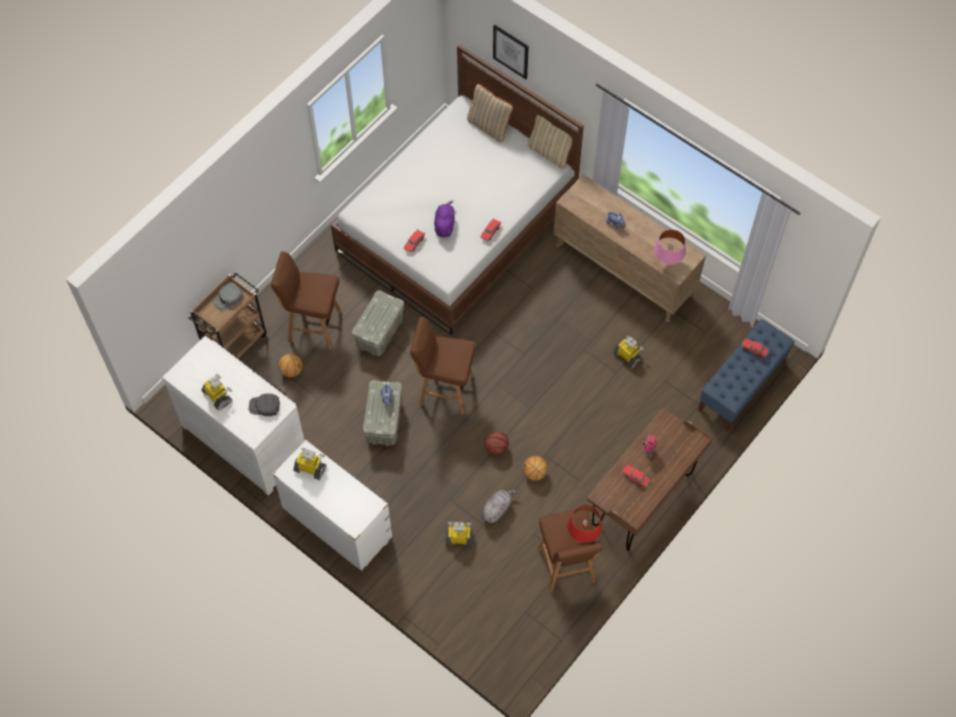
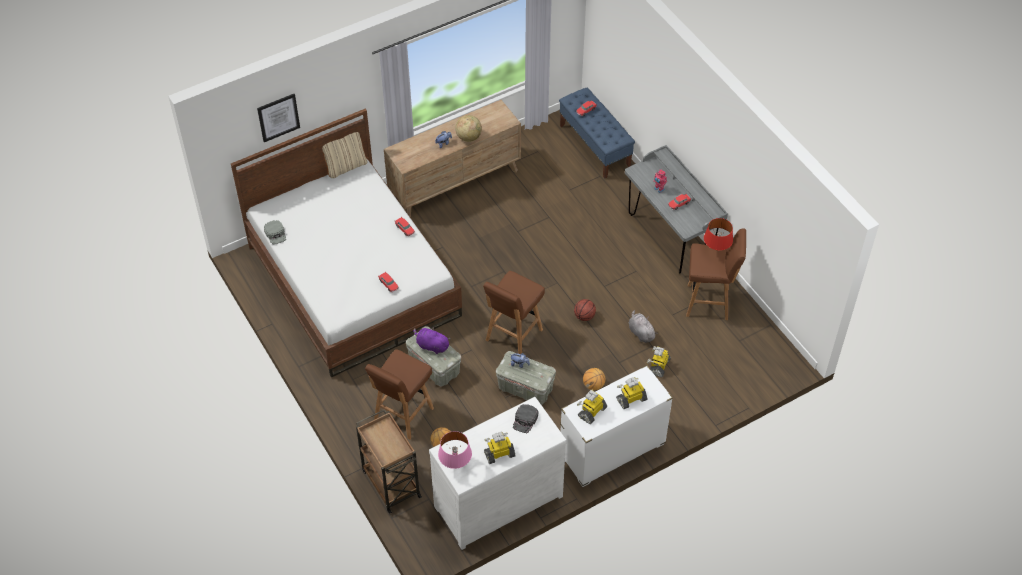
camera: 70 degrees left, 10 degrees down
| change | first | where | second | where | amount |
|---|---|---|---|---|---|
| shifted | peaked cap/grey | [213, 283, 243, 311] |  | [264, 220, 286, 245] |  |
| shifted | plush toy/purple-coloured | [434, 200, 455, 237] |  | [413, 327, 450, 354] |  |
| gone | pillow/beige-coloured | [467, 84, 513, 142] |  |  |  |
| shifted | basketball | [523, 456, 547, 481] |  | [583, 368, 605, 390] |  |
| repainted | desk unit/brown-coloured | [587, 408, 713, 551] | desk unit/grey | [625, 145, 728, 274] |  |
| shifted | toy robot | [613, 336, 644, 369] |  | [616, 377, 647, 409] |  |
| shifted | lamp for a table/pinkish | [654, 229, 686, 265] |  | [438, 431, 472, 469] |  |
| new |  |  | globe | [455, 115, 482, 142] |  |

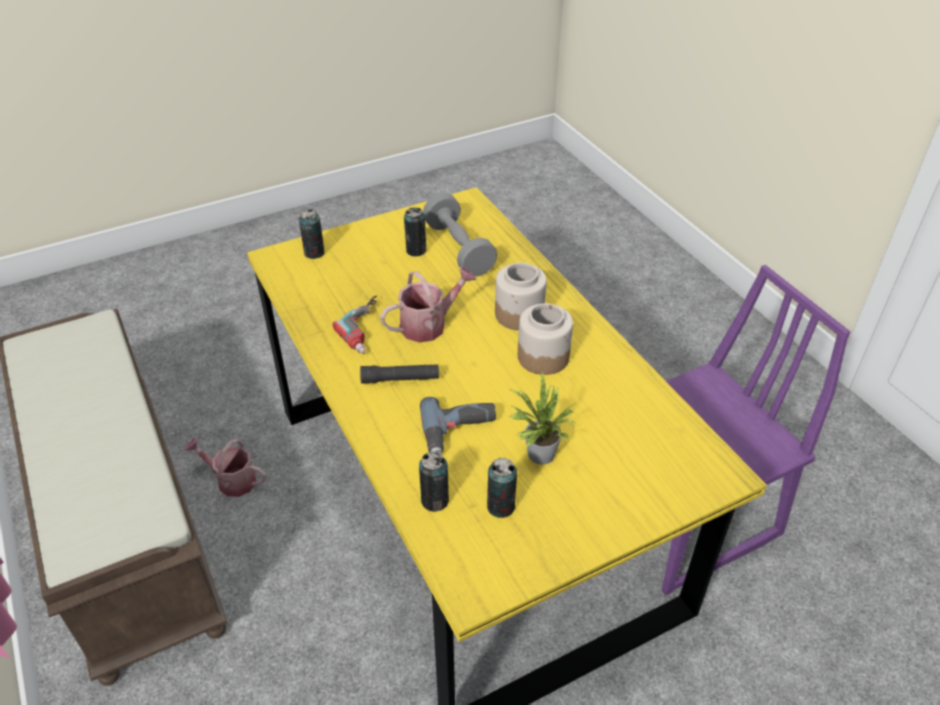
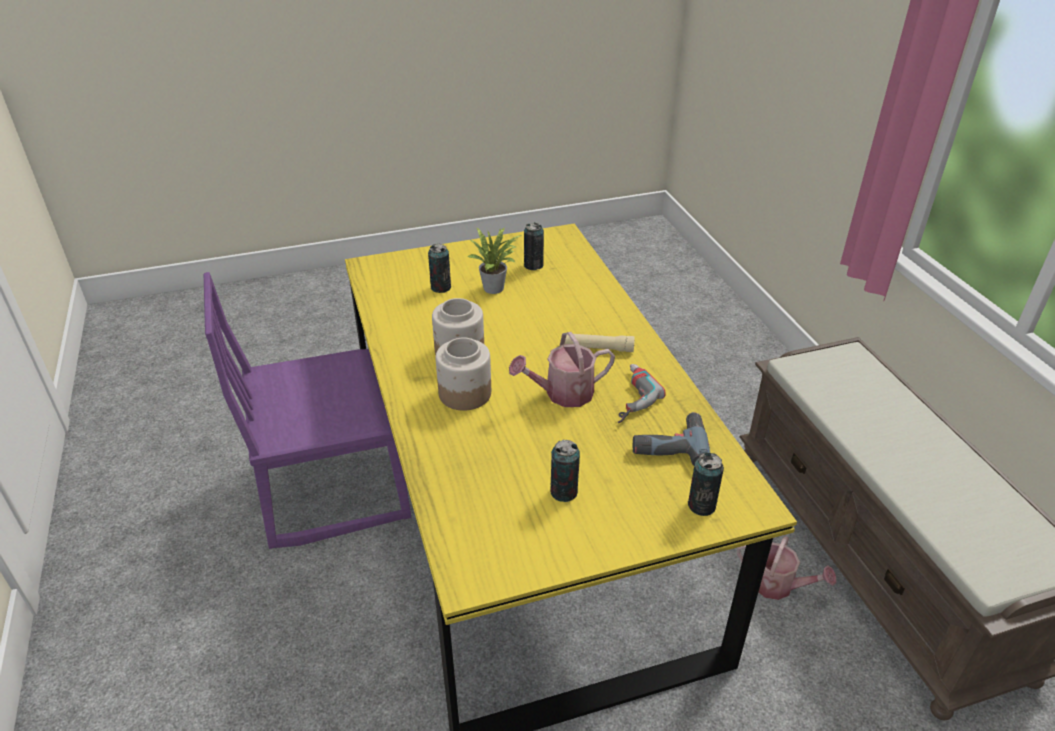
camera: 170 degrees left, 5 degrees down
| change | first | where | second | where | amount |
|---|---|---|---|---|---|
| repainted | torch/blackish | [360, 364, 439, 384] | torch/beige-coloured | [565, 334, 635, 352] |  |
| shifted | can | [419, 452, 449, 512] |  | [428, 244, 451, 293] |  |
| shifted | power drill | [420, 397, 496, 454] |  | [633, 412, 710, 466] |  |
| gone | hand weight/grey | [423, 193, 497, 276] |  |  |  |

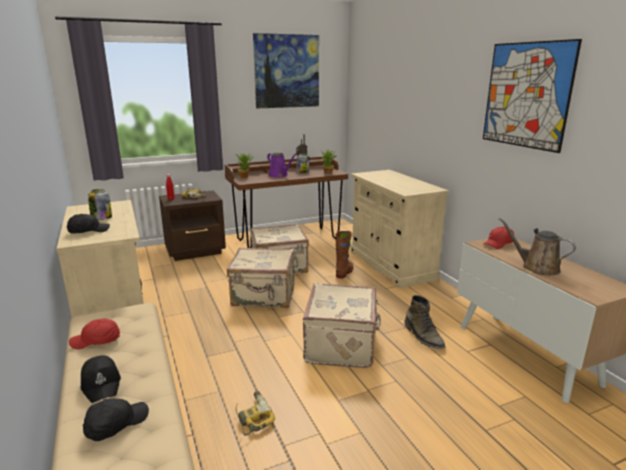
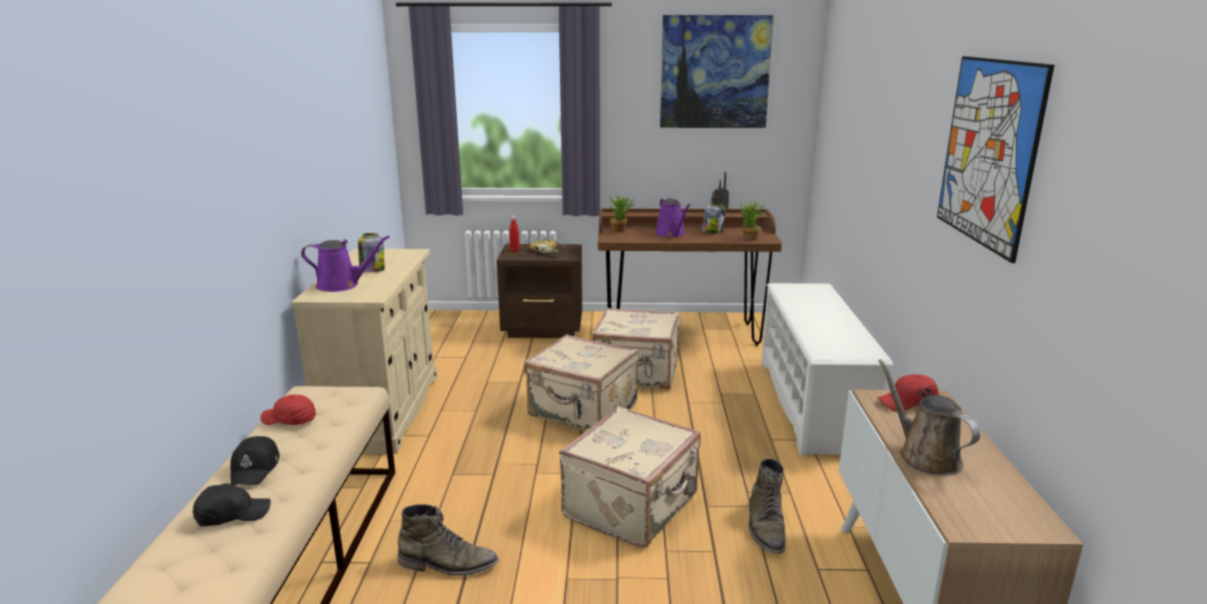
camera: 25 degrees right, 0 degrees up
| change | first | where | second | where | amount |
|---|---|---|---|---|---|
| swapped | peaked cap/blackish | [67, 214, 110, 234] | watering can/purple-coloured | [301, 235, 390, 292] |  |
| swapped | power drill | [236, 391, 275, 436] | tall boot/greenish | [397, 504, 499, 576] |  |
| gone | tall boot/brown-coloured | [336, 231, 354, 279] |  |  |  |
| swapped | cabinet/beige-coloured | [350, 170, 449, 288] | shoe rack/whitish | [761, 283, 893, 456] |  |

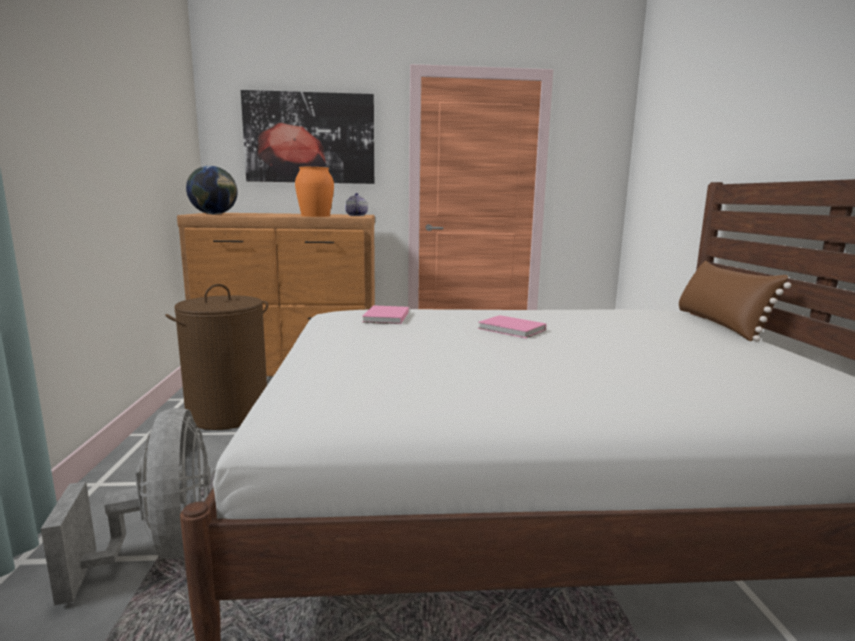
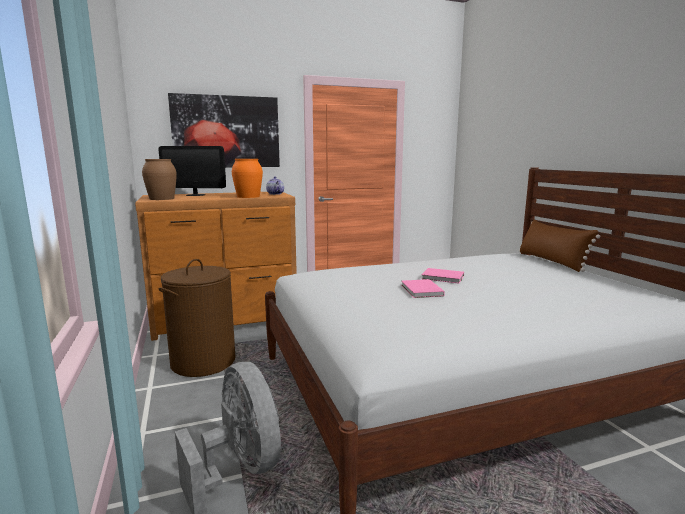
camera: 15 degrees left, 0 degrees up
| change | first | where | second | where | amount |
|---|---|---|---|---|---|
| swapped | globe | [186, 166, 238, 214] | vase/brown-coloured | [142, 159, 177, 200] |  |
| shifted | bound book/pinkish | [362, 305, 409, 324] |  | [401, 279, 445, 298] |  |
| new |  |  | computer display | [158, 146, 226, 196] |  |

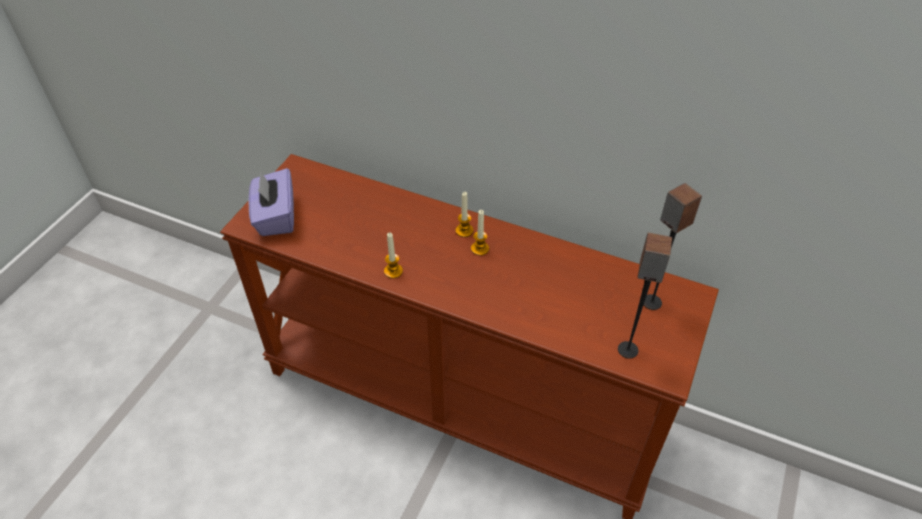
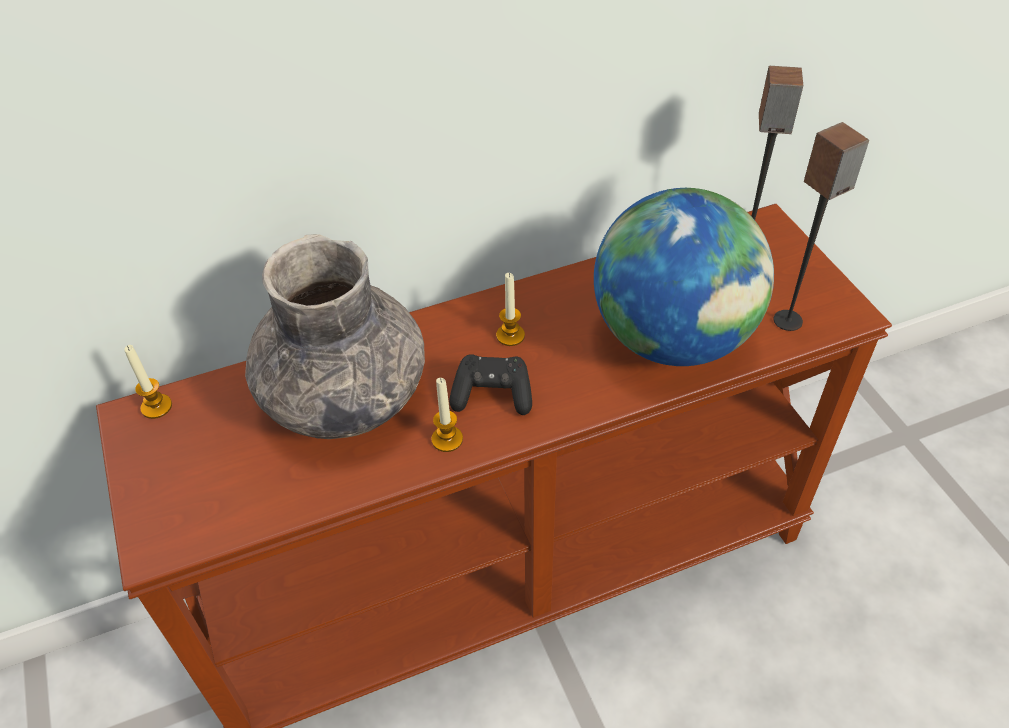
camera: 45 degrees left, 0 degrees up
| change | first | where | second | where | amount |
|---|---|---|---|---|---|
| gone | box of tissues/purple-coloured | [249, 168, 294, 236] |  |  |  |
| shifted | wax light | [456, 192, 474, 237] |  | [124, 345, 172, 419] |  |
| new |  |  | vase/grey | [245, 234, 425, 439] |  |
| new |  |  | gamepad/blackish | [449, 354, 532, 415] |  |
| new |  |  | globe | [594, 188, 774, 366] |  |

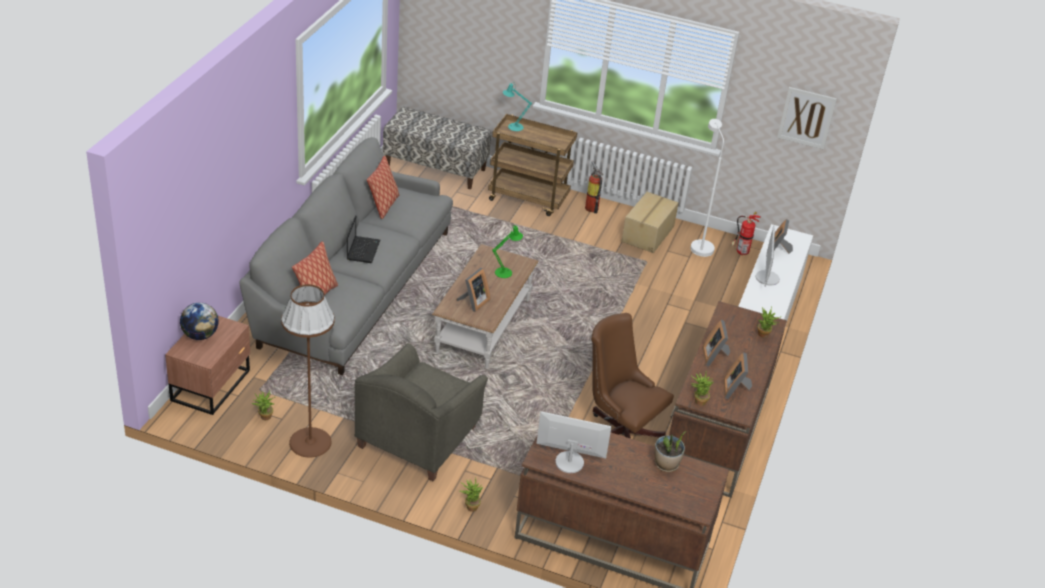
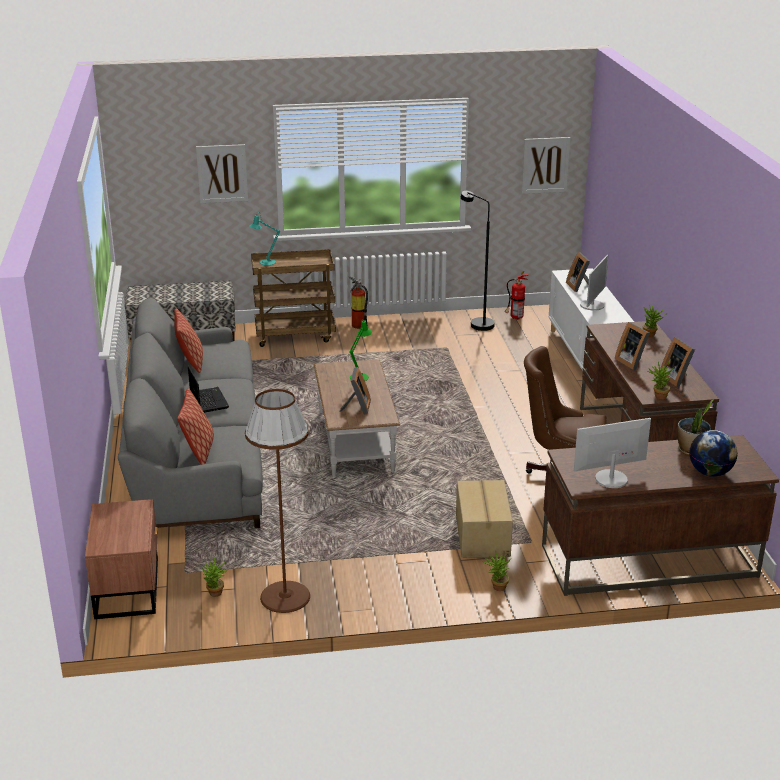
camera: 25 degrees left, 10 degrees down
| change | first | where | second | where | amount |
|---|---|---|---|---|---|
| shifted | globe | [180, 303, 219, 340] |  | [689, 430, 738, 477] |  |
| gone | lounge chair/grey | [355, 343, 488, 481] |  |  |  |
| shifted | carton | [622, 192, 678, 253] |  | [456, 480, 513, 558] |  |
| repainted | standing lamp/whitish | [690, 119, 724, 257] | standing lamp/blackish | [461, 191, 495, 331] |  |
| rotated | computer display | [756, 225, 780, 287] |  | [580, 255, 608, 311] | 135 degrees counterclockwise |
| new |  |  | wall art | [196, 144, 248, 203] |  |

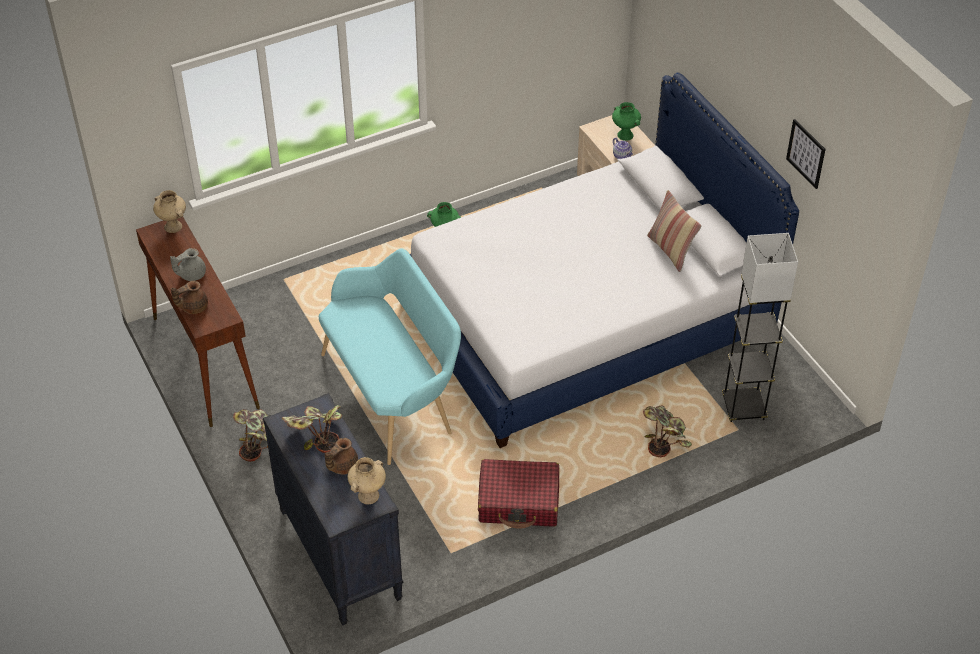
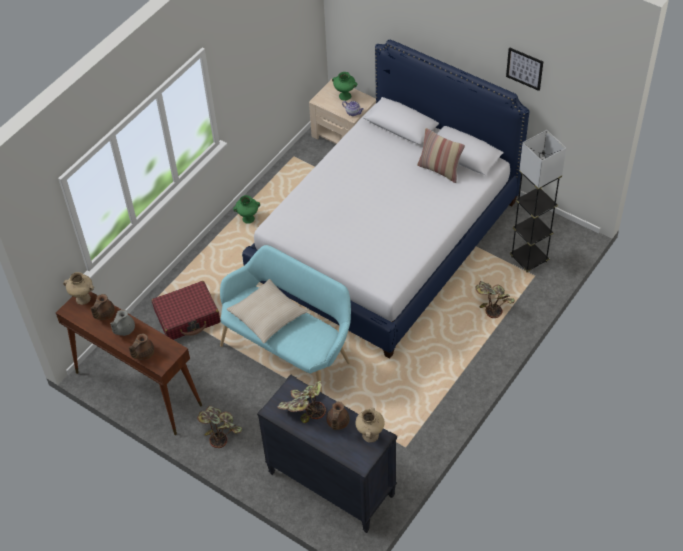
camera: 25 degrees left, 5 degrees up
| change | first | where | second | where | amount |
|---|---|---|---|---|---|
| shifted | suitcase/reddish | [478, 459, 559, 529] |  | [152, 281, 221, 340] |  |
| new |  |  | teapot/brown-coloured | [91, 294, 115, 320] |  |
| new |  |  | pillow/beige-coloured | [227, 279, 307, 343] |  |

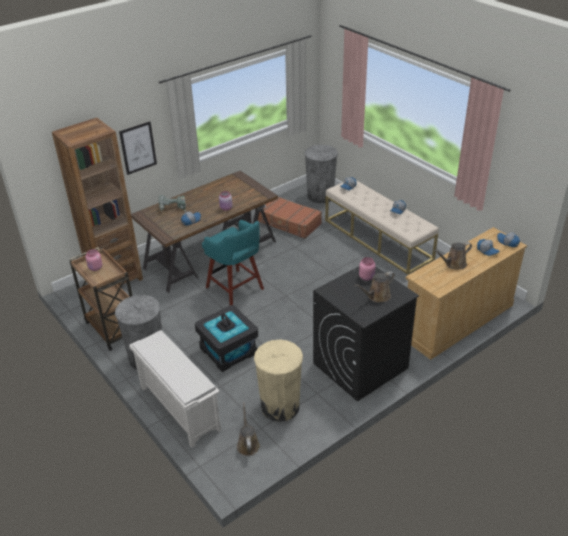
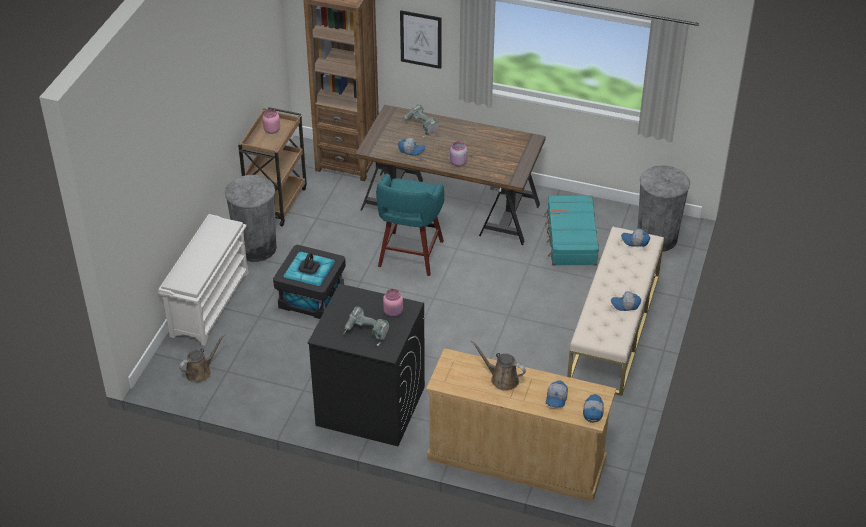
camera: 55 degrees right, 5 degrees up
| change | first | where | second | where | amount |
|---|---|---|---|---|---|
| gone | trash can/beige-coloured | [254, 339, 303, 422] |  |  |  |
| repainted | suitcase/brown-coloured | [258, 197, 322, 239] | suitcase/turquoise-coloured | [544, 195, 599, 265] |  |
| swapped | watering can/brown-coloured | [355, 271, 395, 302] | power drill | [344, 307, 389, 346] |  |

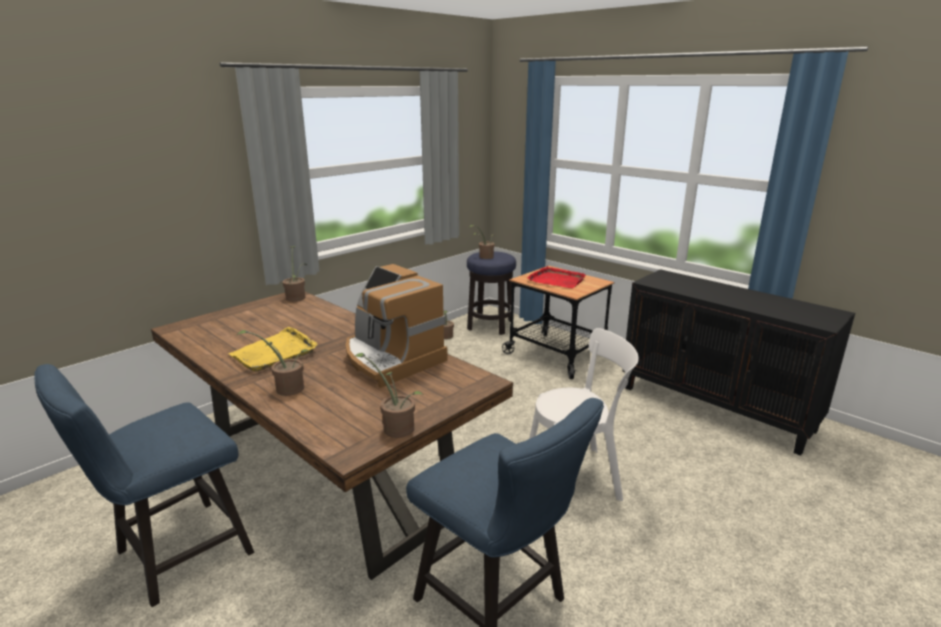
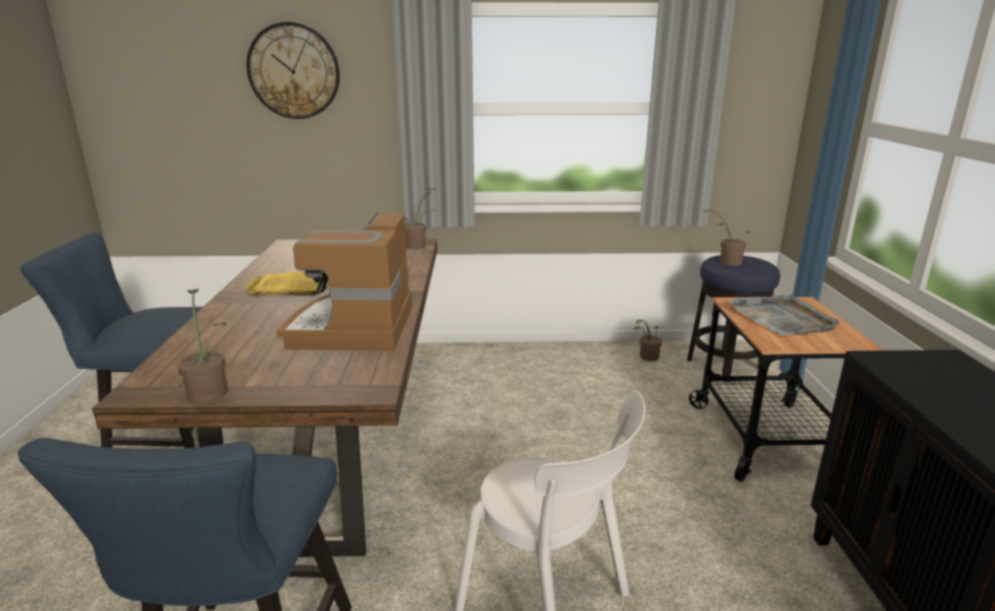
camera: 45 degrees right, 0 degrees up
| change | first | where | second | where | amount |
|---|---|---|---|---|---|
| gone | potted plant | [237, 330, 310, 396] |  |  |  |
| repainted | tray/reddish | [527, 266, 586, 288] | tray/grey | [728, 294, 839, 336] |  |
| new |  |  | clock on the wall | [246, 22, 340, 119] |  |

